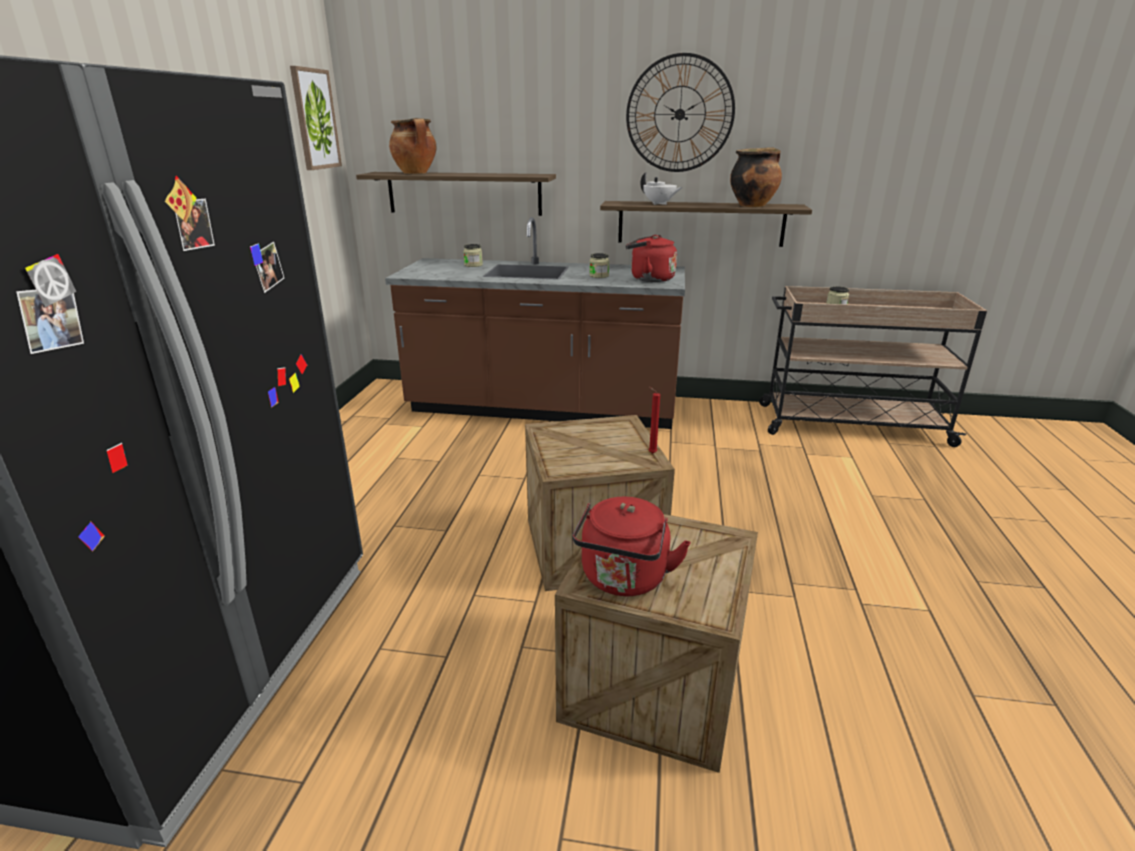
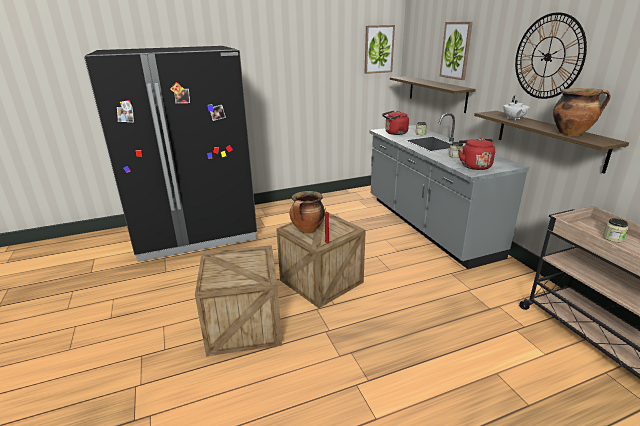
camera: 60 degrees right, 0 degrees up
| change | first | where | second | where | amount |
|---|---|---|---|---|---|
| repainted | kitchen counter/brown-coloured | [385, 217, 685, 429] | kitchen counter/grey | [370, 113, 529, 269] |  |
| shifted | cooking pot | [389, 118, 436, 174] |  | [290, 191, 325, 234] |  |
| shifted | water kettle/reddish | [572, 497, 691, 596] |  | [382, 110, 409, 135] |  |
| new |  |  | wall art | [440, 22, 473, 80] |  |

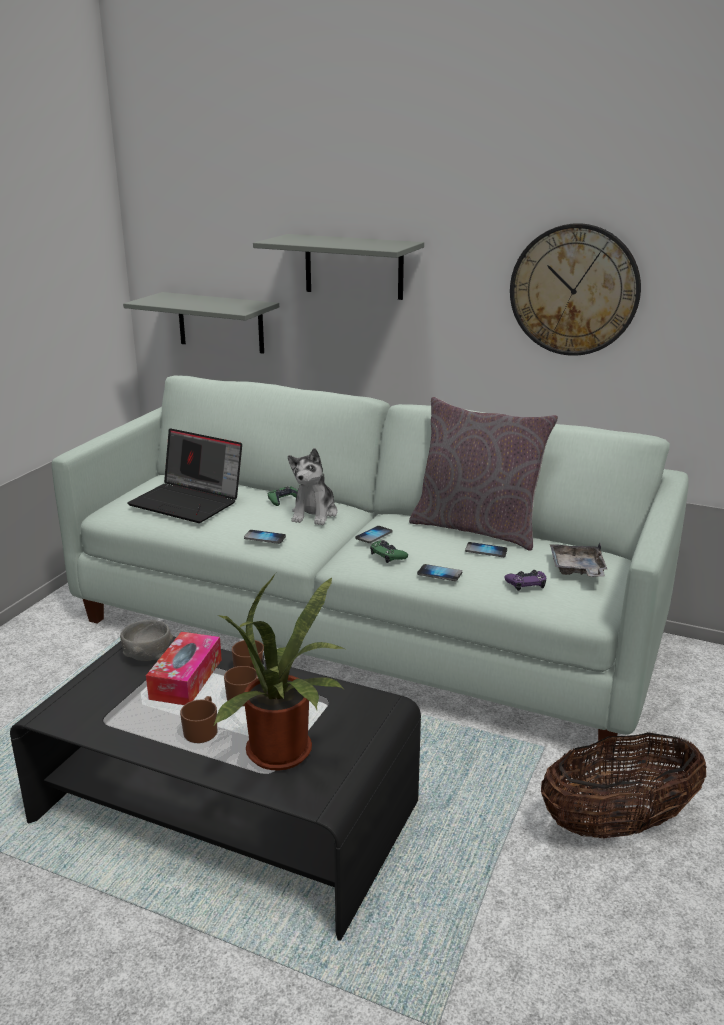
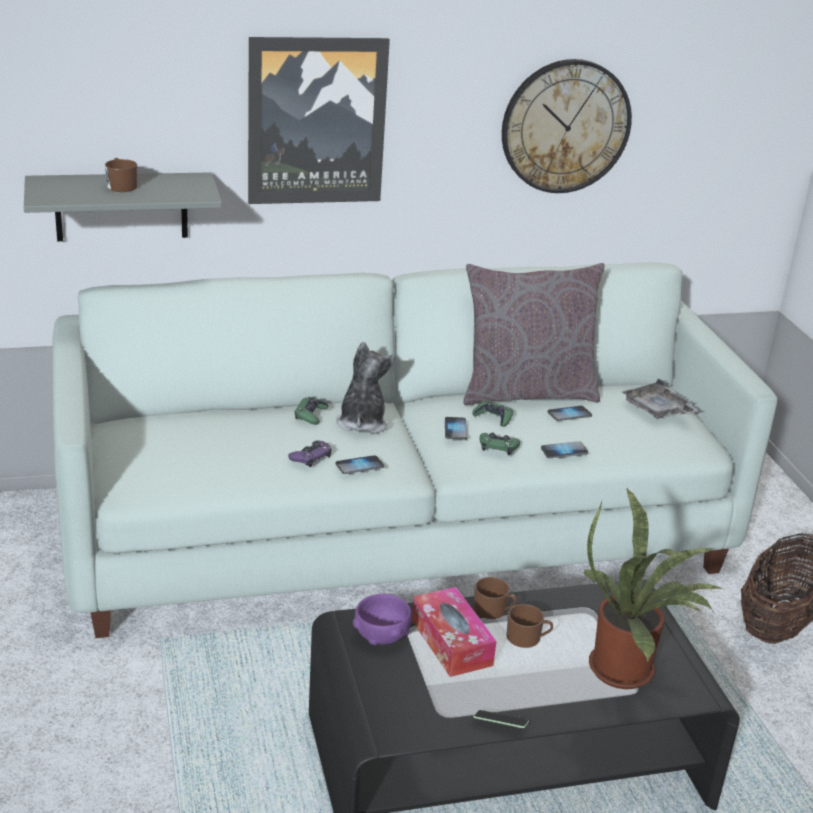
camera: 40 degrees left, 5 degrees up
| change | first | where | second | where | amount |
|---|---|---|---|---|---|
| repainted | bowl/grey | [120, 620, 173, 661] | bowl/purple-coloured | [353, 593, 412, 645] |  |
| gone | laptop | [127, 428, 242, 523] |  |  |  |
| shifted | coffee mug/brown-coloured | [180, 696, 217, 743] |  | [105, 158, 137, 192] |  |
| swapped | bracket shelf/grey | [253, 234, 424, 300] | wall art | [248, 37, 390, 204] |  |
| rotated | plush toy | [288, 448, 337, 525] |  | [336, 342, 395, 434] | 150 degrees counterclockwise |
| shifted | gamepad/purple-coloured | [505, 570, 546, 591] |  | [288, 440, 332, 467] |  |
| new |  |  | gamepad/greenish | [472, 400, 513, 427] |  |
| new |  |  | handset | [473, 710, 529, 728] |  |

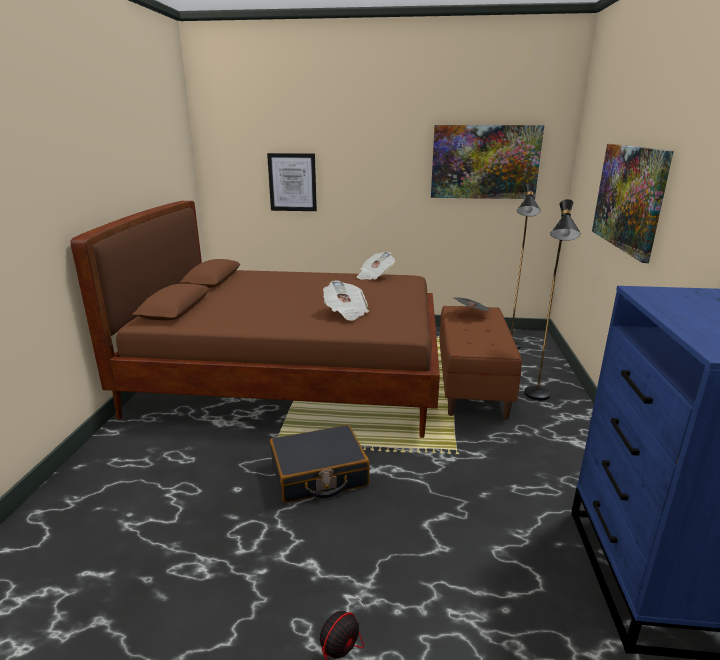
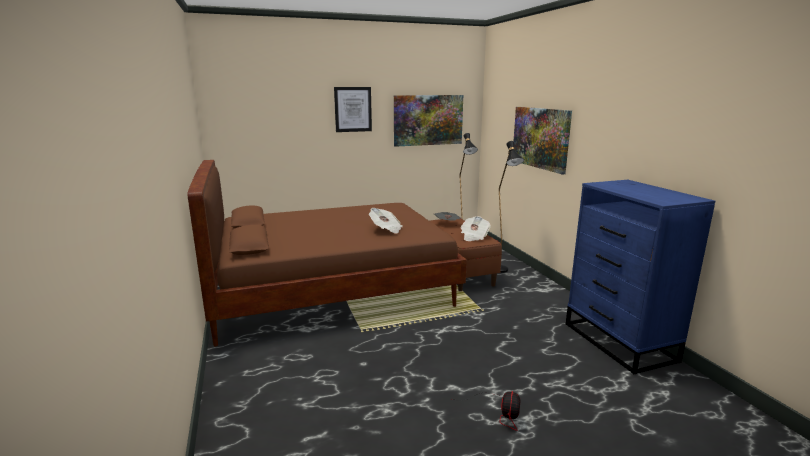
camera: 25 degrees left, 5 degrees down
| change | first | where | second | where | amount |
|---|---|---|---|---|---|
| shifted | wall art | [267, 153, 317, 211] |  | [334, 87, 372, 132] |  |
| gone | suitcase/blackish | [270, 425, 369, 503] |  |  |  |
| shifted | daily paper | [357, 252, 395, 280] |  | [461, 216, 491, 241] |  |

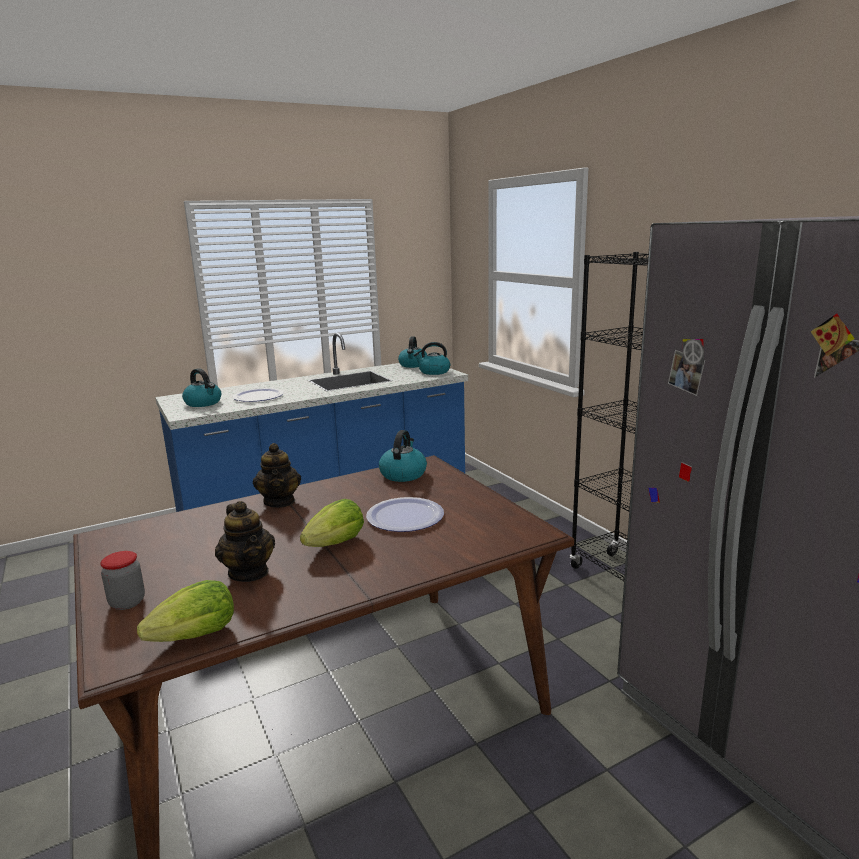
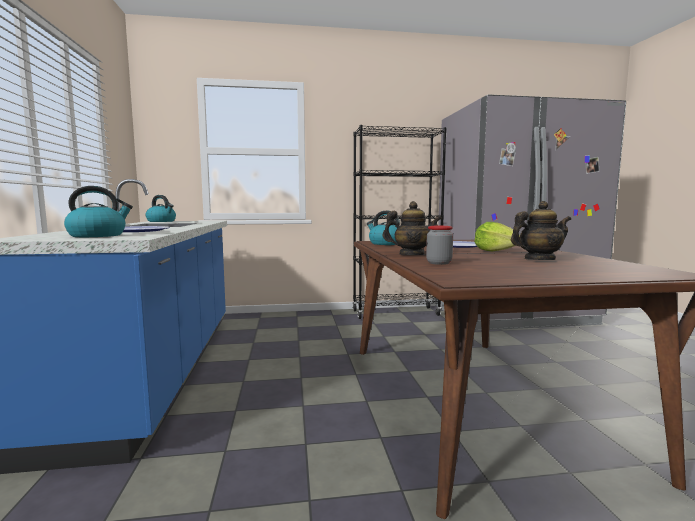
camera: 70 degrees left, 10 degrees down
| change | first | where | second | where | amount |
|---|---|---|---|---|---|
| shifted | preserve jar | [100, 551, 145, 610] |  | [426, 226, 453, 265] |  |
| gone | lettuce | [137, 580, 234, 642] |  |  |  |
| gone | water kettle | [414, 342, 450, 375] |  |  |  |

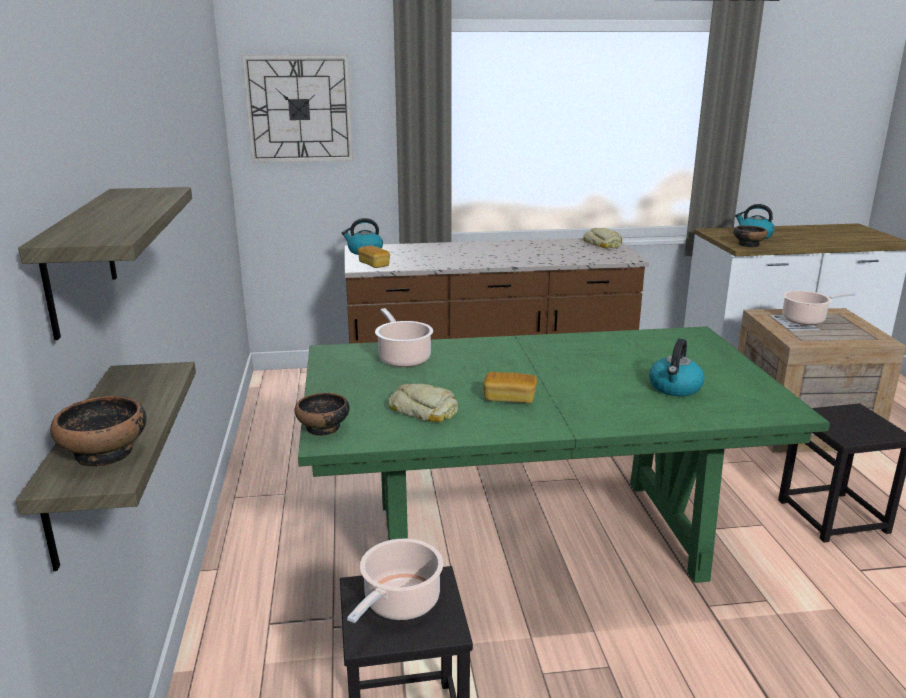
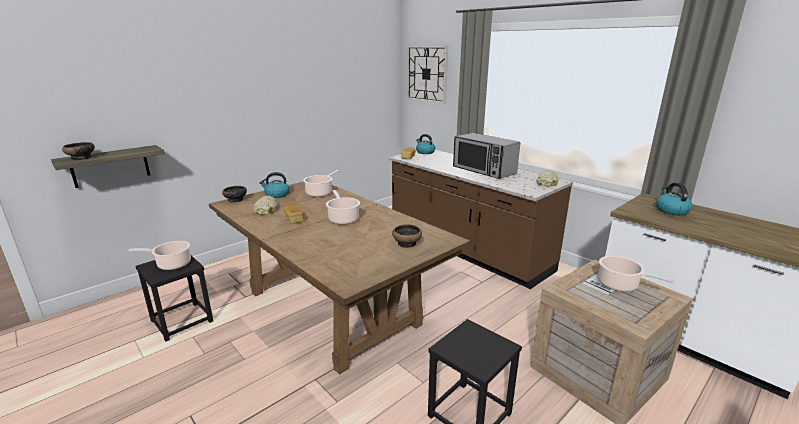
camera: 55 degrees right, 0 degrees up
| change | first | where | second | where | amount |
|---|---|---|---|---|---|
| gone | bracket shelf | [18, 187, 192, 340] |  |  |  |
| repainted | dinner table/greenish | [298, 327, 830, 583] | dinner table/brown-coloured | [209, 182, 471, 375] |  |
| shifted | water kettle | [649, 339, 704, 396] |  | [260, 172, 290, 198] |  |
| shifted | bowl | [733, 226, 768, 247] |  | [392, 224, 422, 248] |  |
| new |  |  | cooking pot | [326, 190, 360, 225] |  |
| new |  |  | microwave oven | [453, 133, 520, 179] |  |

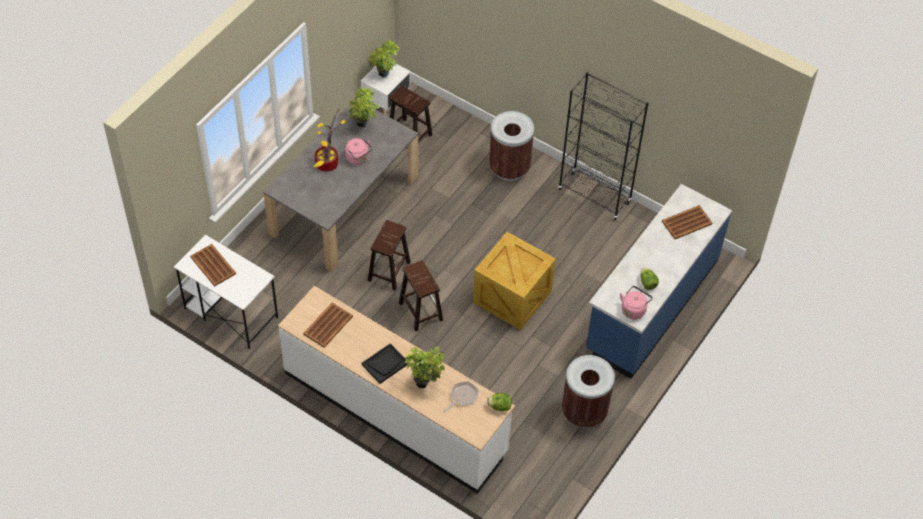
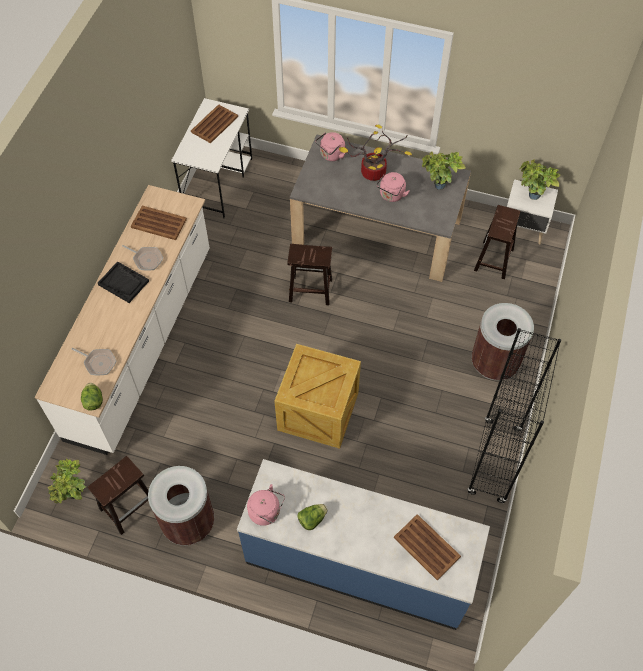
camera: 75 degrees right, 5 degrees up
| change | first | where | second | where | amount |
|---|---|---|---|---|---|
| shifted | sitting stool/brown-coloured | [399, 260, 443, 332] |  | [87, 456, 149, 535] |  |
| shifted | potted plant | [404, 347, 445, 388] |  | [47, 458, 86, 504] |  |
| new |  |  | pan | [122, 245, 163, 270] |  |
| new |  |  | water kettle/pinkish | [315, 132, 345, 161] |  |

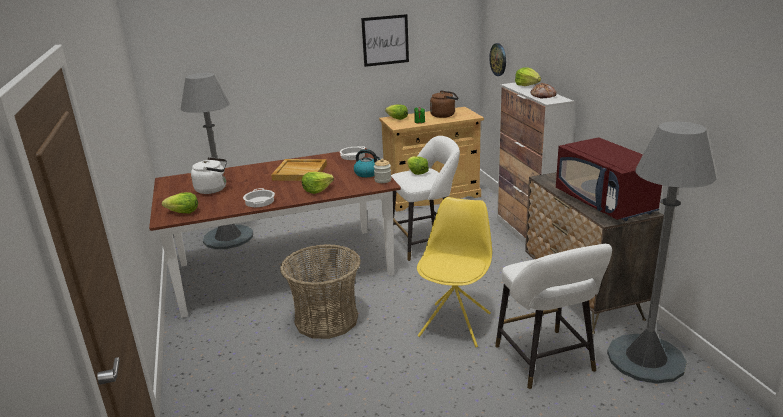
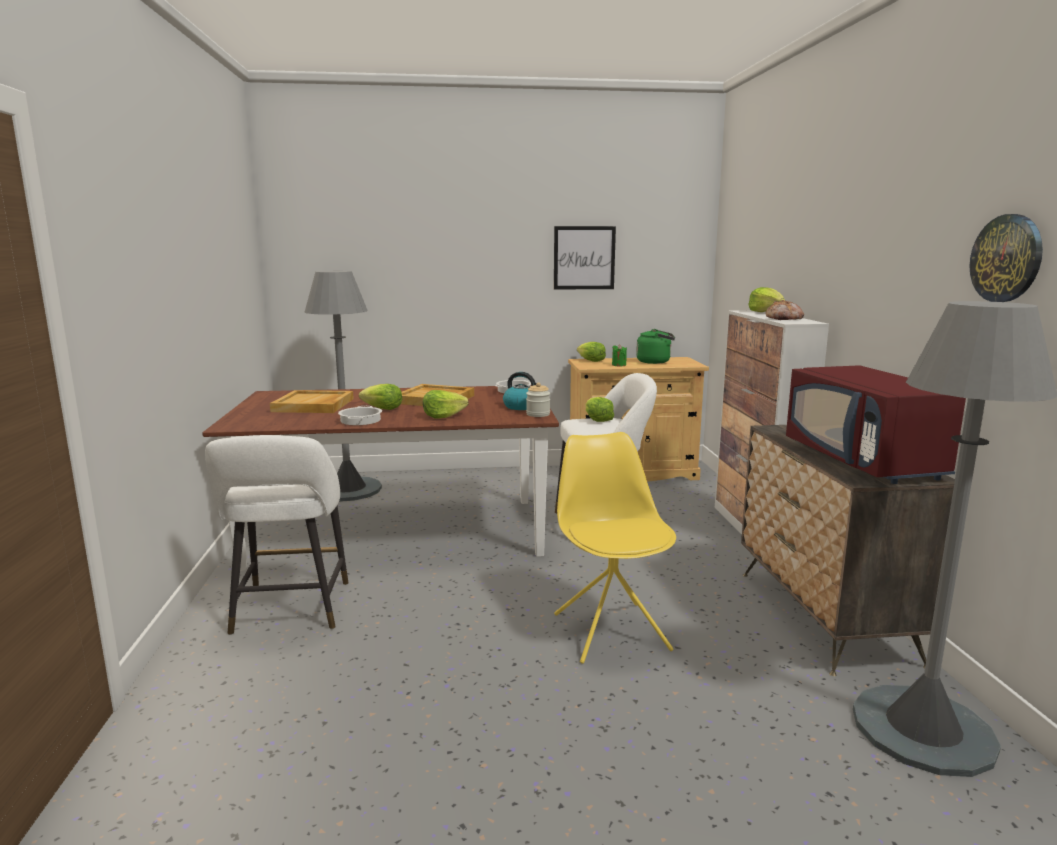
camera: 10 degrees right, 10 degrees down
| change | first | where | second | where | amount |
|---|---|---|---|---|---|
| shifted | lettuce | [162, 192, 198, 213] |  | [359, 384, 402, 410] |  |
| swapped | water kettle/whitish | [191, 157, 227, 194] | tray/beige-coloured | [270, 390, 354, 413] |  |
| gone | household basket | [280, 244, 361, 339] |  |  |  |
| rotated | upright chair/yellow | [417, 197, 492, 347] |  | [554, 432, 676, 664] | 45 degrees counterclockwise |
| repainted | water kettle/brown-coloured | [430, 90, 458, 118] | water kettle/greenish | [636, 329, 675, 364] |  |
| shifted | clock on the wall | [489, 43, 506, 76] |  | [969, 214, 1043, 302] |  |
| shifted | sitting stool/whitish | [495, 244, 612, 389] |  | [205, 435, 348, 635] |  |

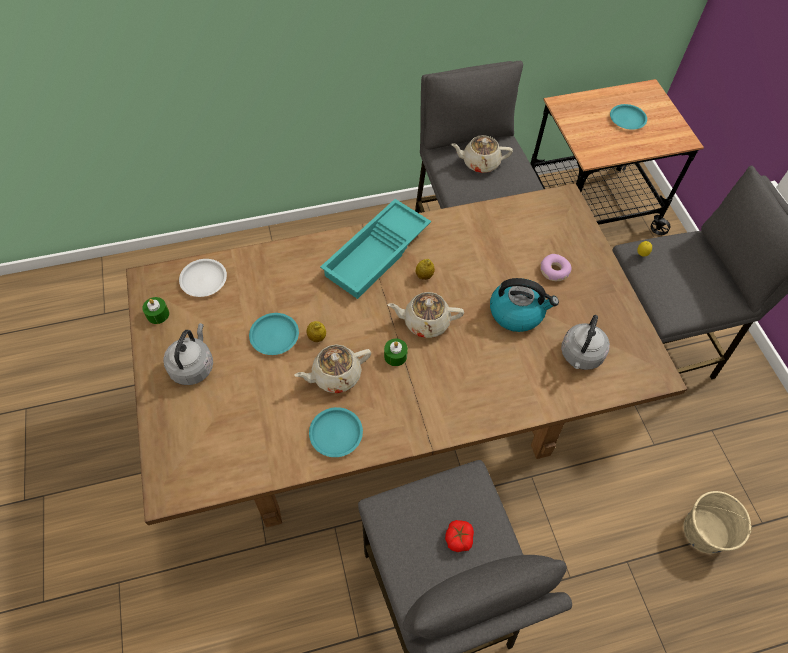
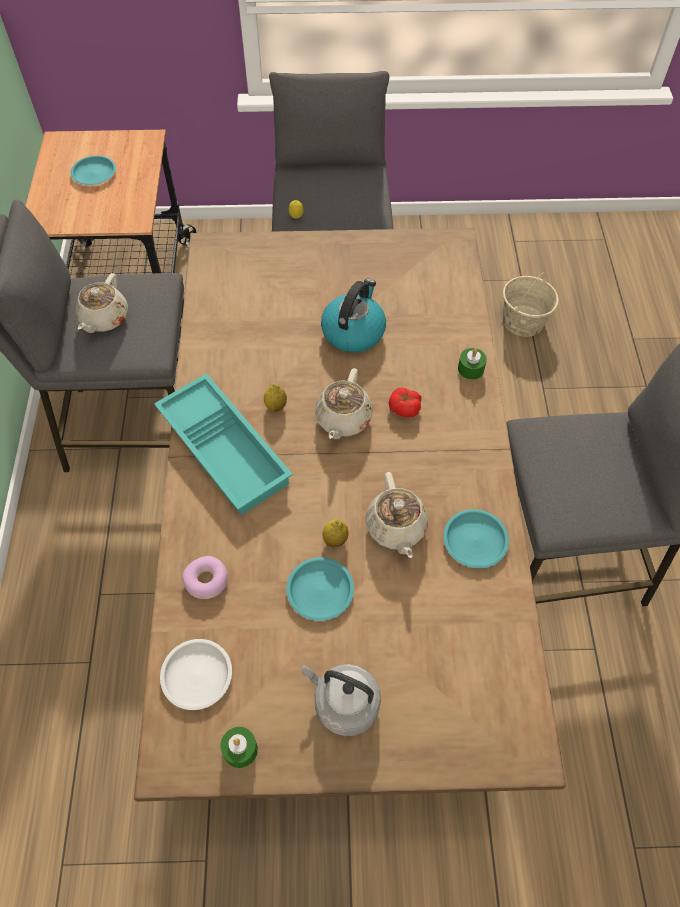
camera: 75 degrees left, 0 degrees up
| change | first | where | second | where | amount |
|---|---|---|---|---|---|
| shifted | wax light/greenish | [384, 339, 408, 366] |  | [458, 348, 487, 380] |  |
| shifted | tomato | [445, 520, 474, 552] |  | [389, 387, 421, 417] |  |
| shifted | ring doughnut | [540, 254, 571, 281] |  | [182, 556, 228, 599] |  |
| gone | water kettle/grey | [561, 315, 610, 370] |  |  |  |

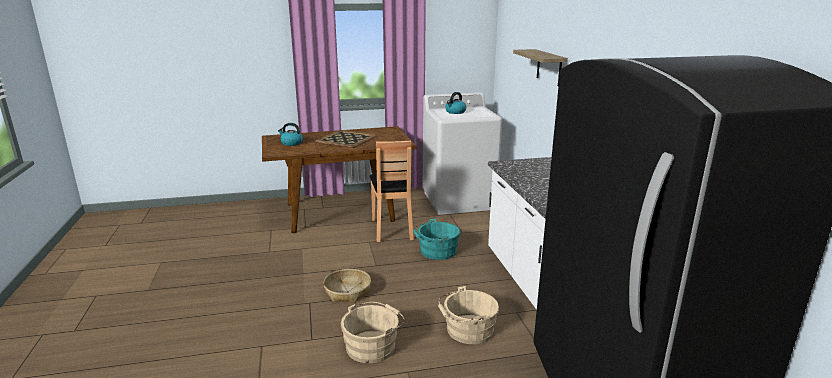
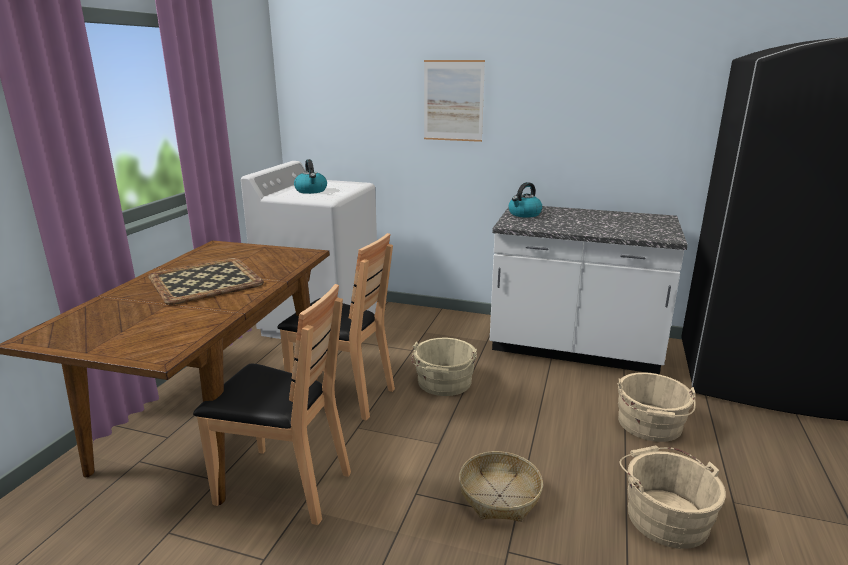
camera: 60 degrees left, 0 degrees up
| change | first | where | second | where | amount |
|---|---|---|---|---|---|
| shifted | water kettle | [278, 123, 303, 146] |  | [509, 182, 543, 218] |  |
| repainted | pail/turquoise-coloured | [413, 219, 460, 260] | pail/beige-coloured | [411, 338, 477, 396] |  |
| swapped | bracket shelf | [513, 49, 568, 86] | wall art | [424, 60, 485, 142] |  |
| new |  |  | upright chair/brown-coloured | [193, 284, 351, 525] |  |

